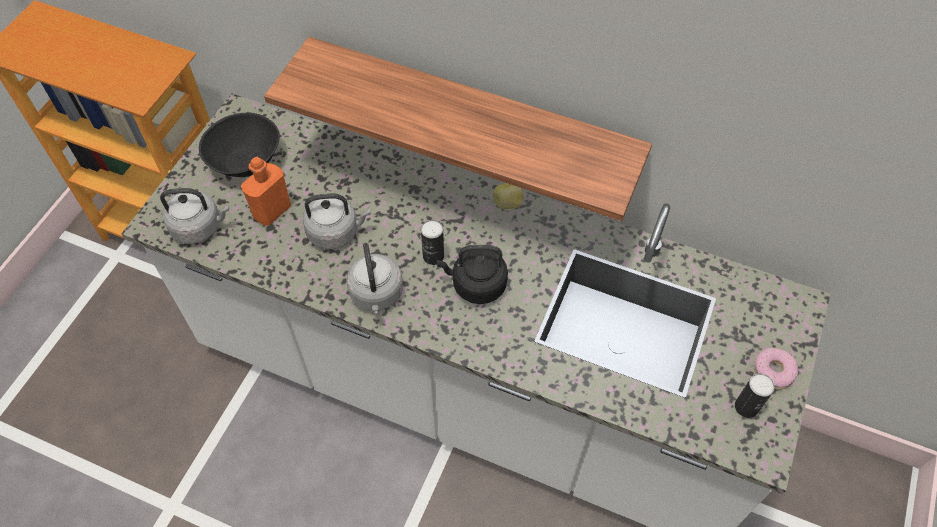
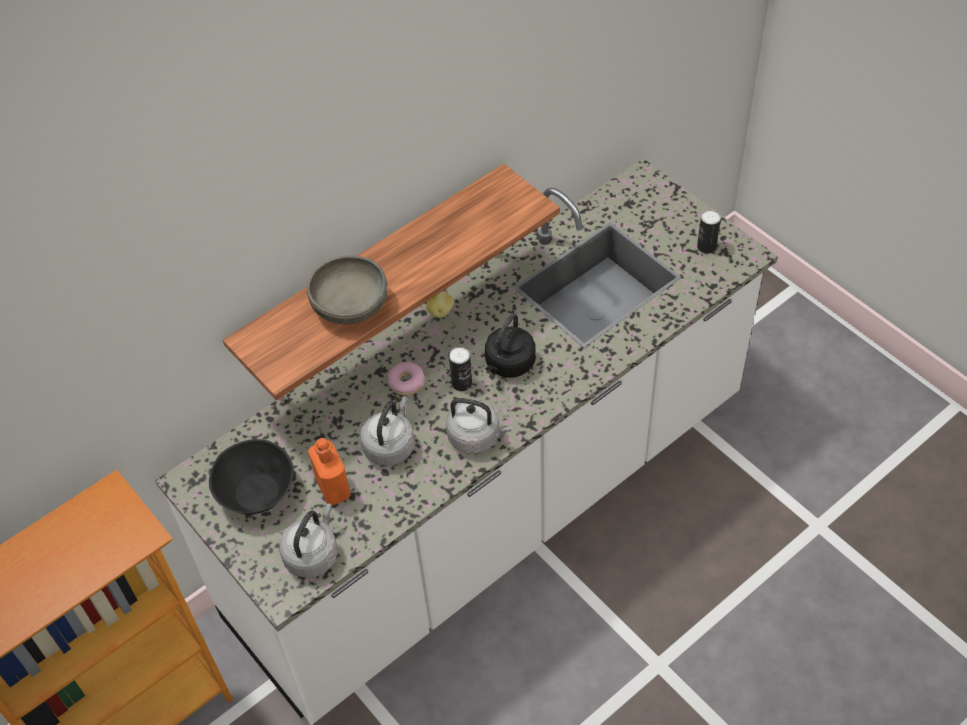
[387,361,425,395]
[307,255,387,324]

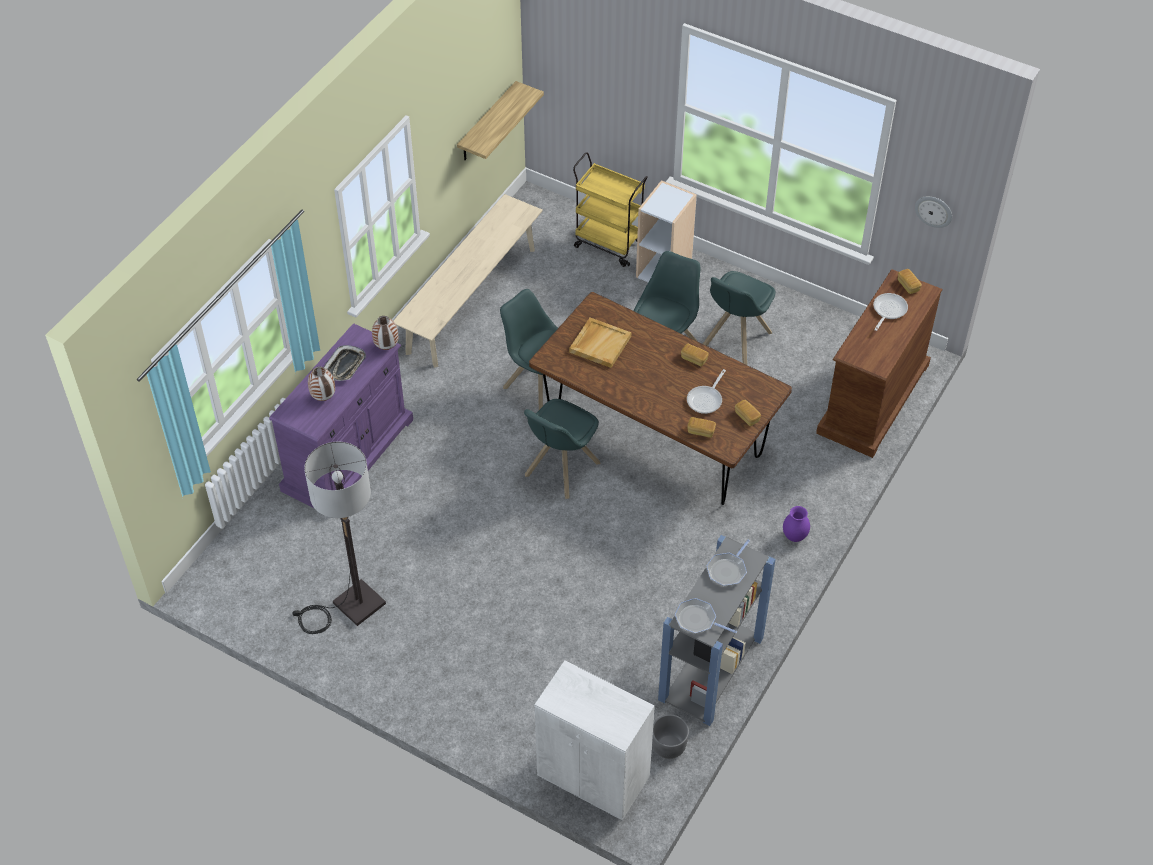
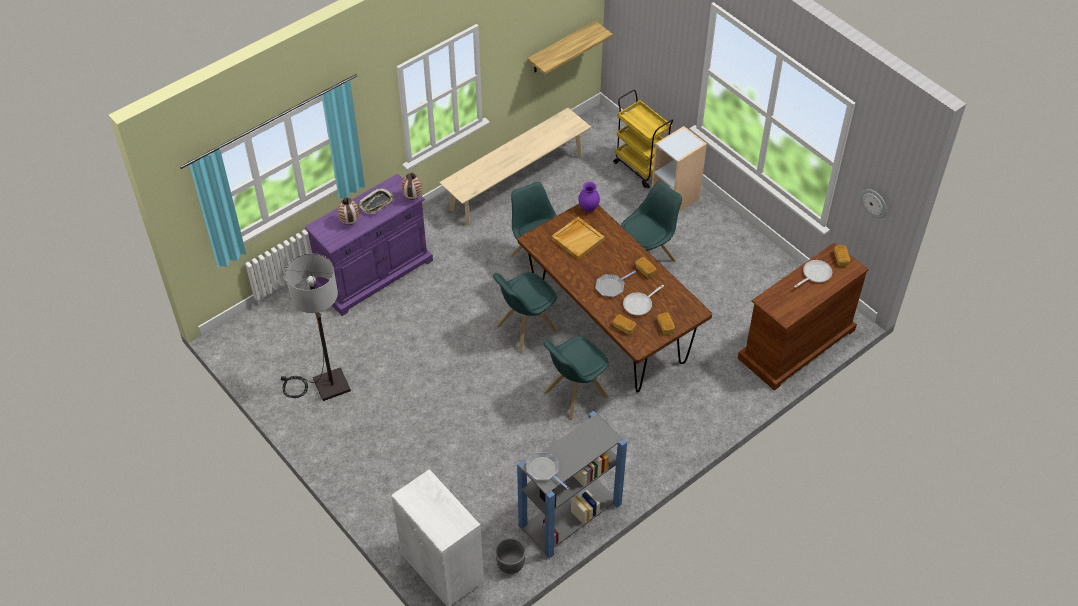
[544,336,609,420]
[596,271,636,297]
[579,182,600,212]

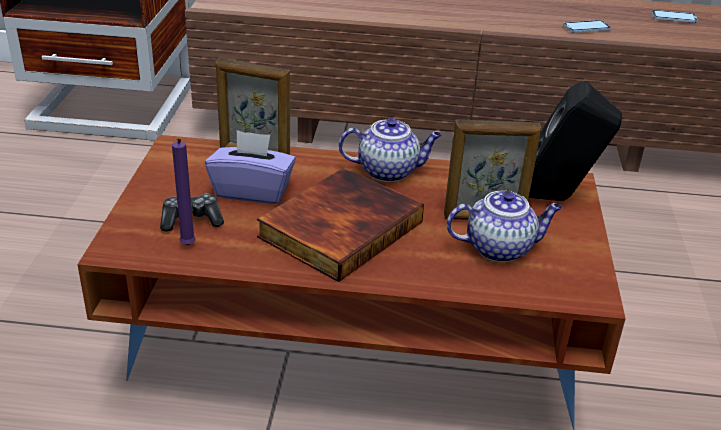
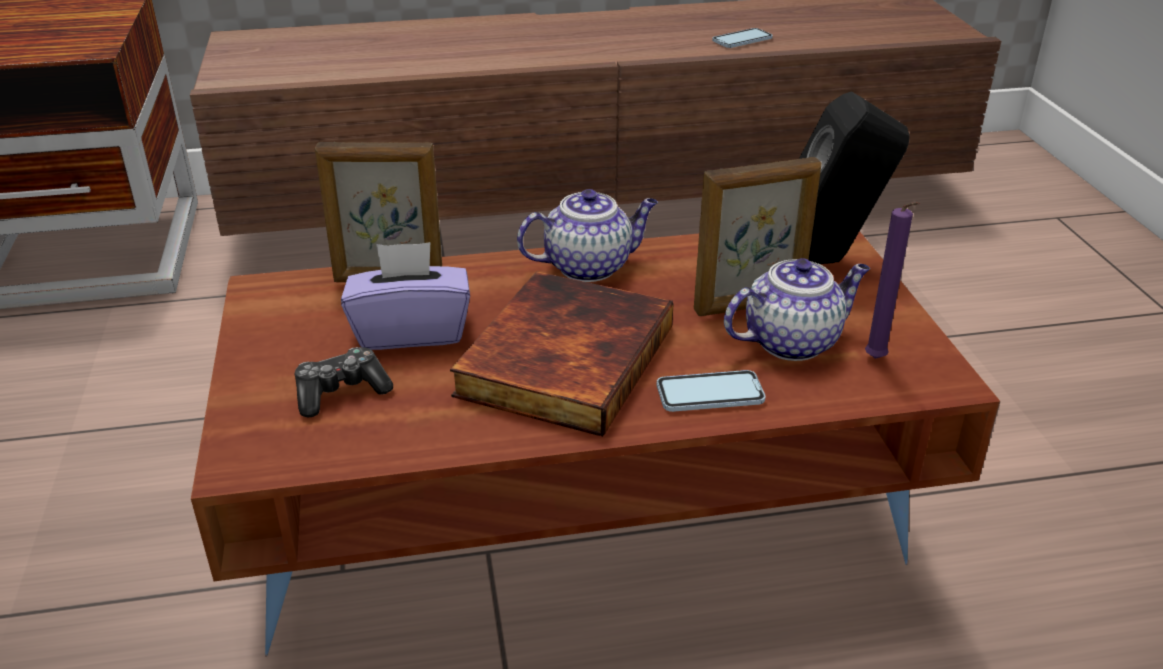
[865,202,920,359]
[656,370,766,412]

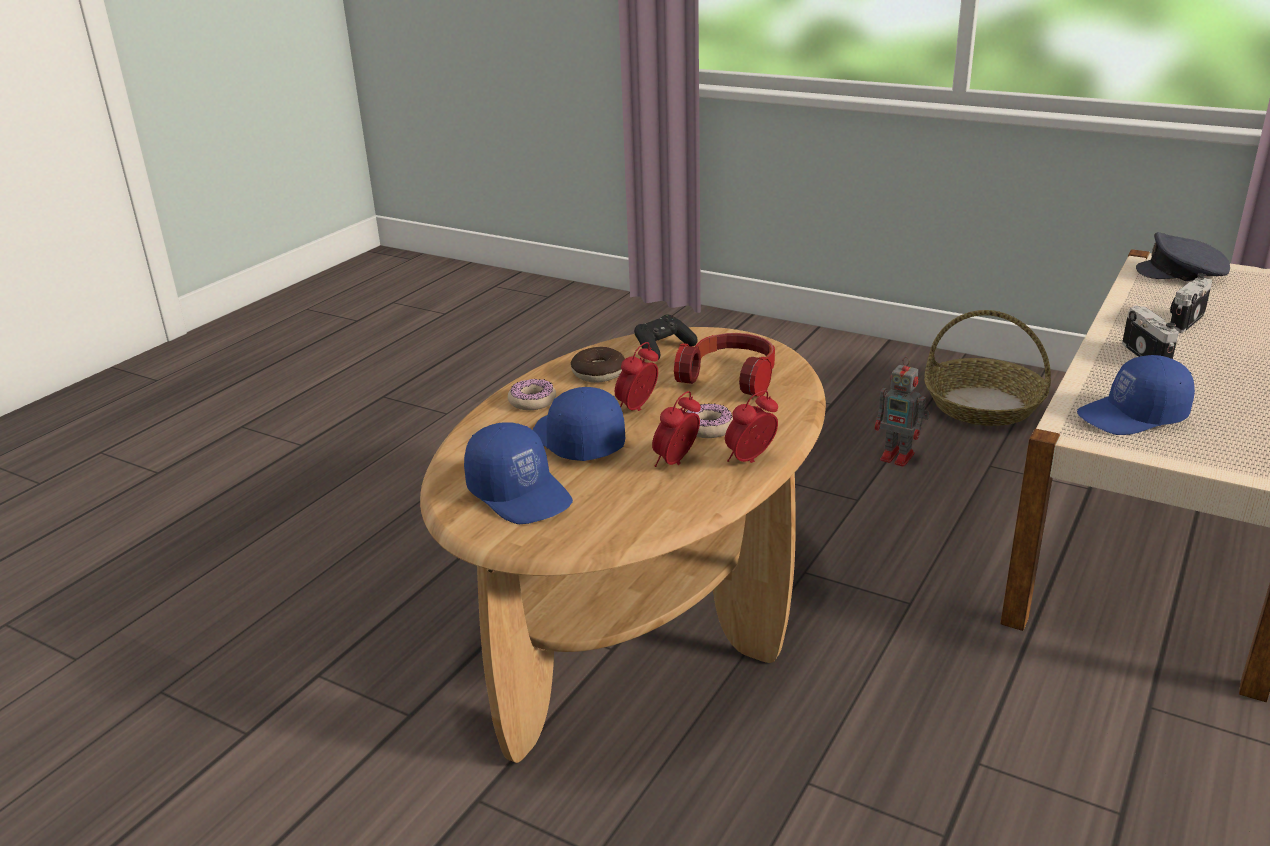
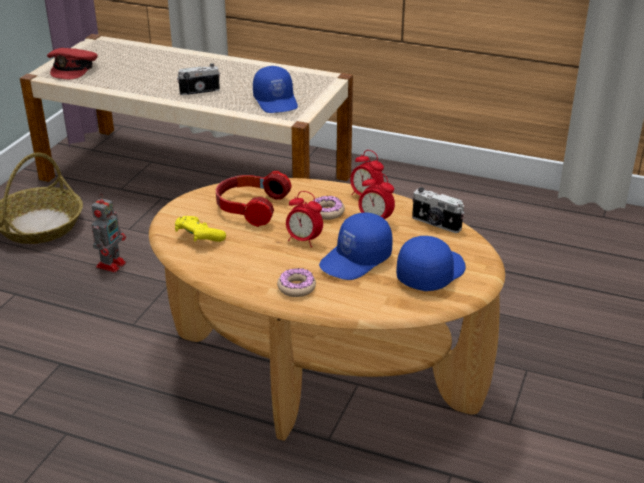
[571,347,625,383] (first image)
[175,216,226,242]
[47,48,98,79]
[412,187,464,233]

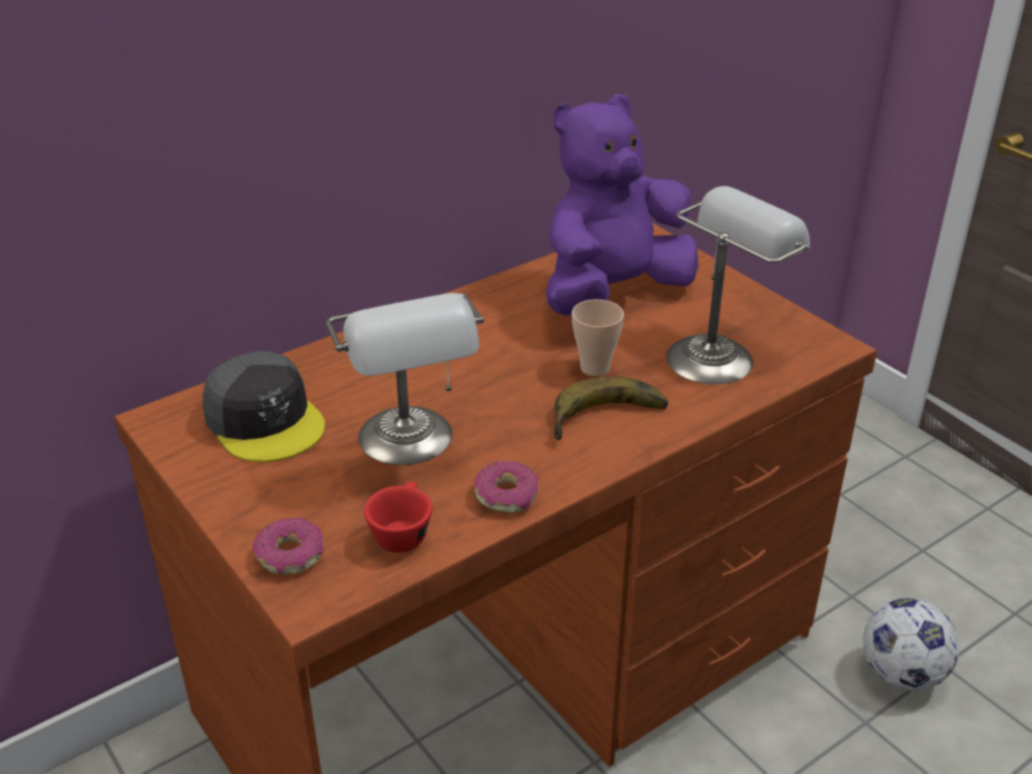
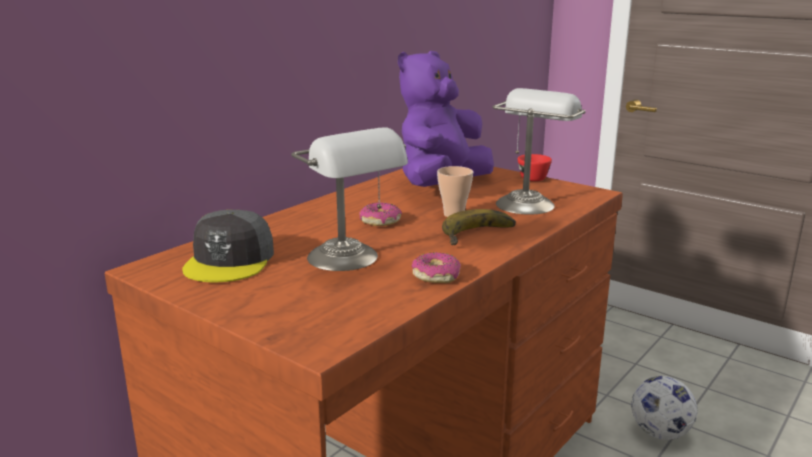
[182,210,274,282]
[359,202,402,226]
[518,154,552,181]

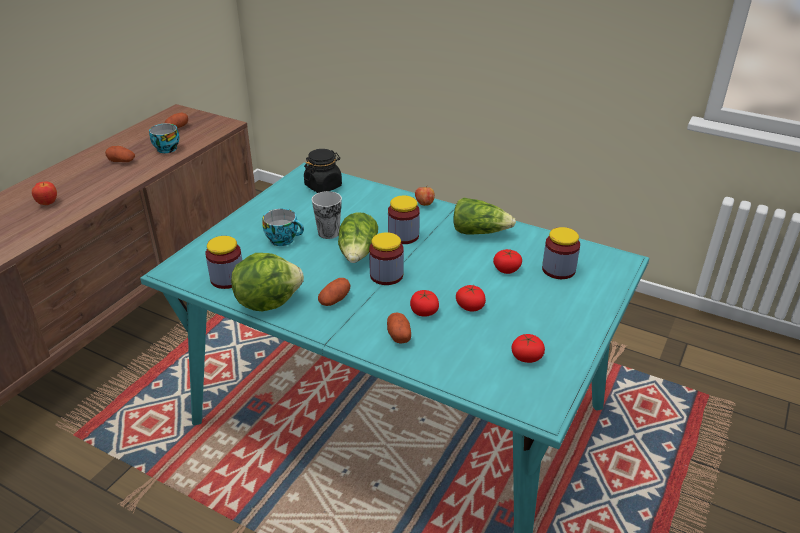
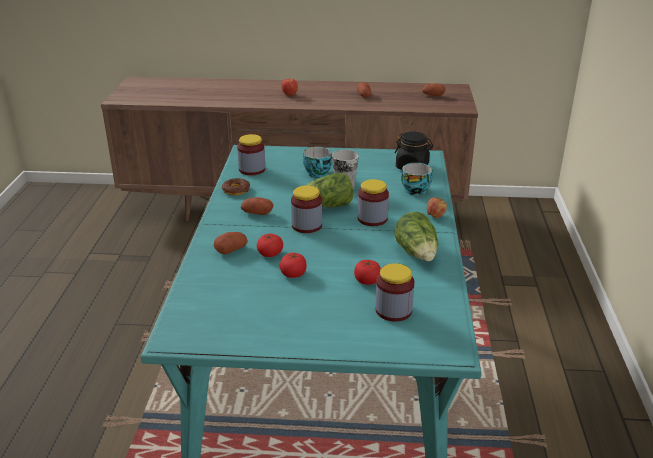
[401,163,433,195]
[221,178,250,195]
[512,334,545,363] (first image)

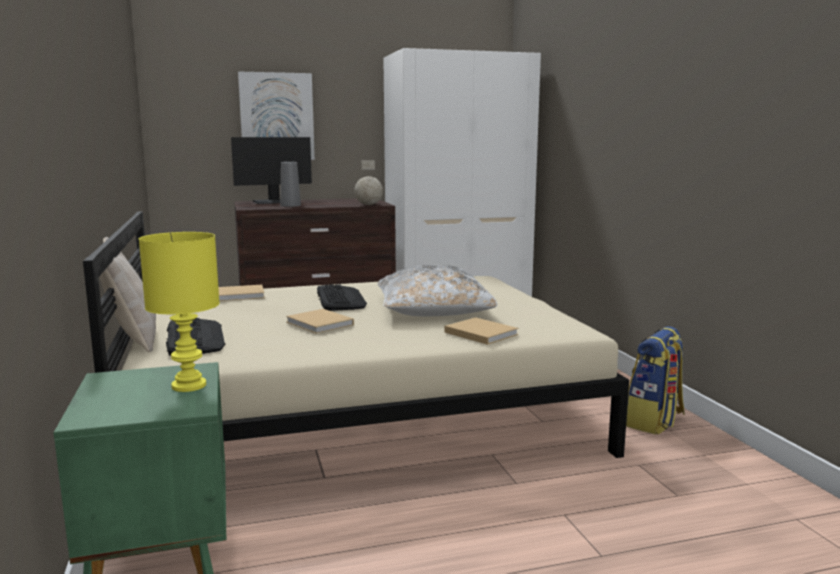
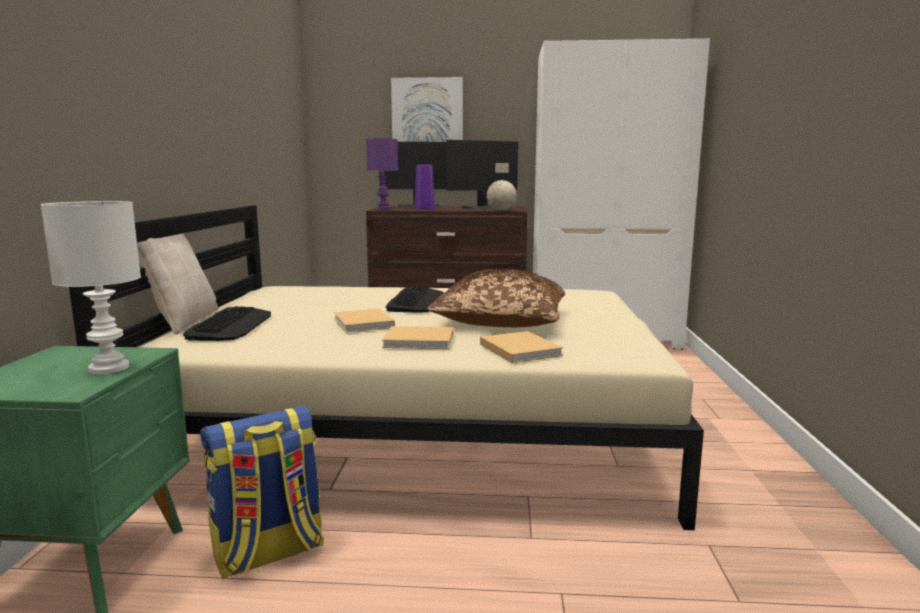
[41,201,141,374]
[382,326,453,349]
[415,165,435,210]
[428,269,565,327]
[200,406,324,579]
[366,138,398,209]
[447,140,518,210]

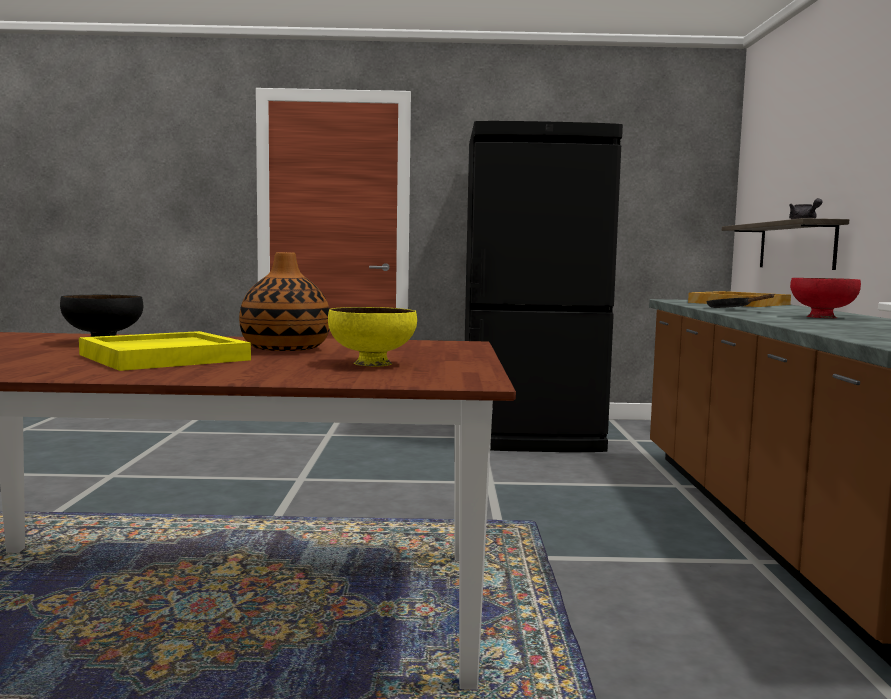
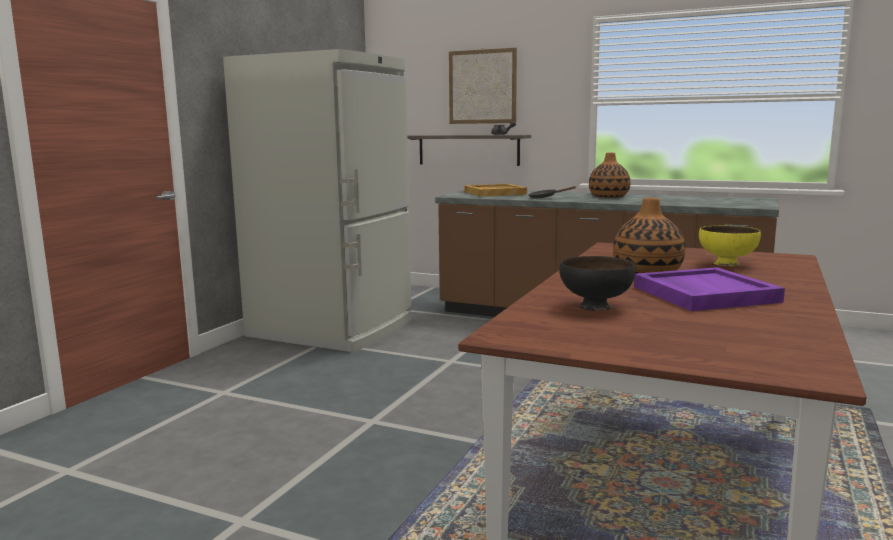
[634,267,785,311]
[223,49,411,352]
[589,153,630,198]
[449,48,517,124]

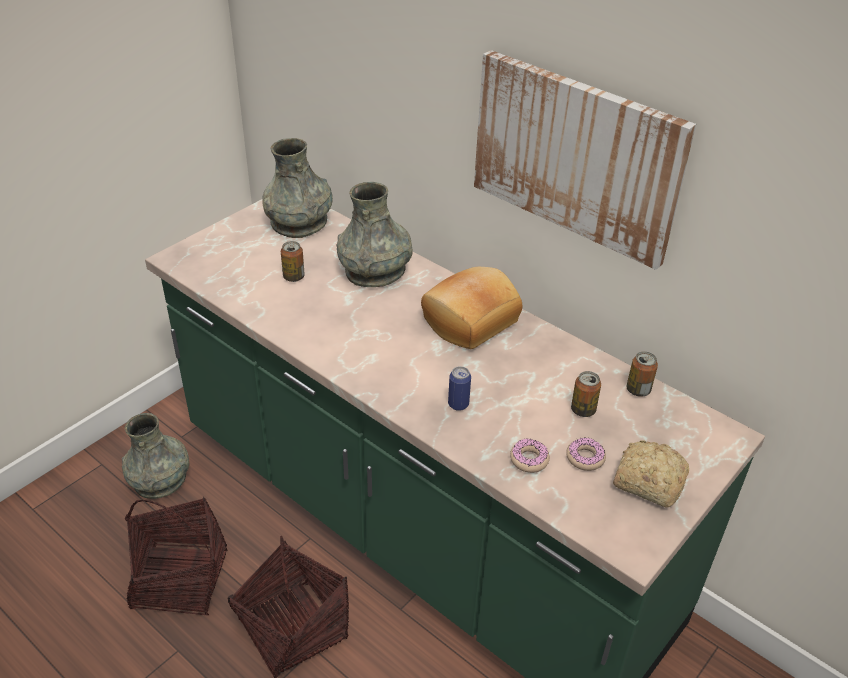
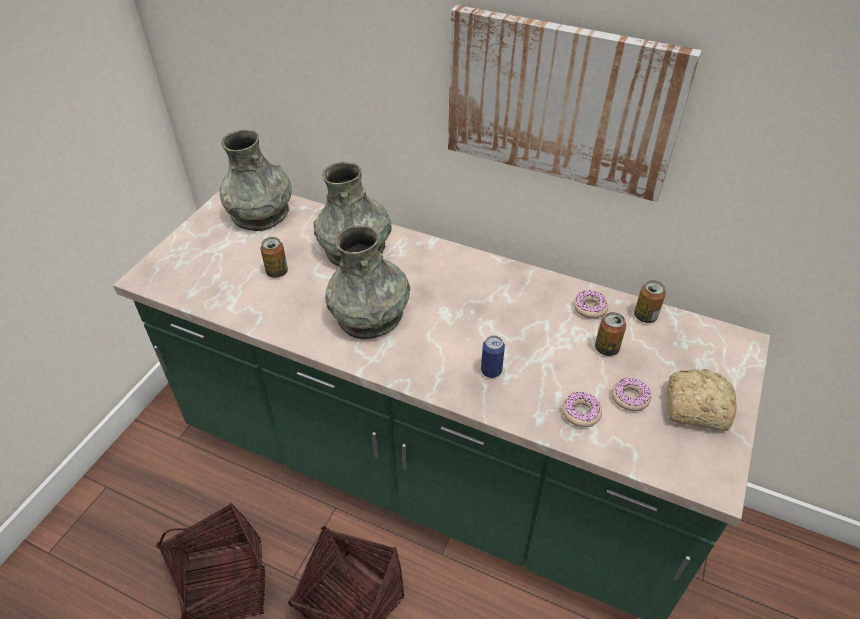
[325,225,410,339]
[421,267,522,349] (first image)
[574,291,608,319]

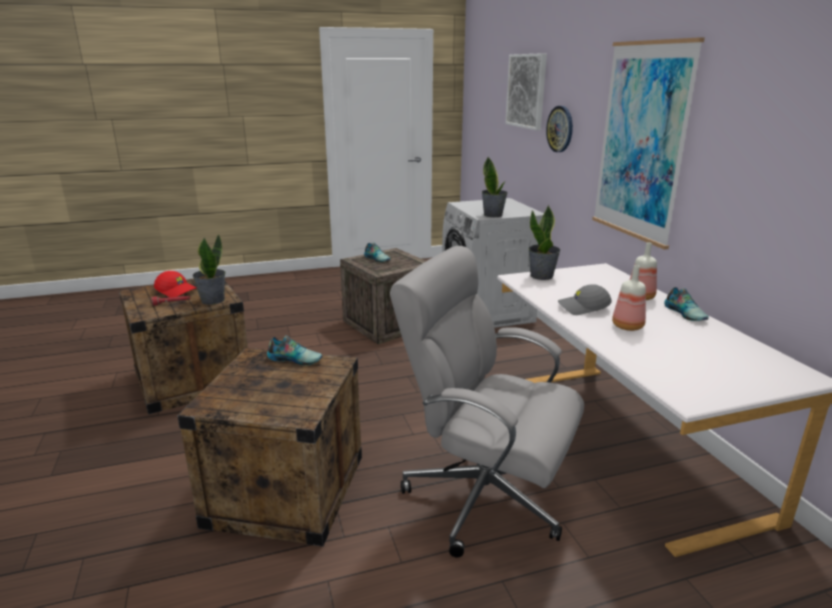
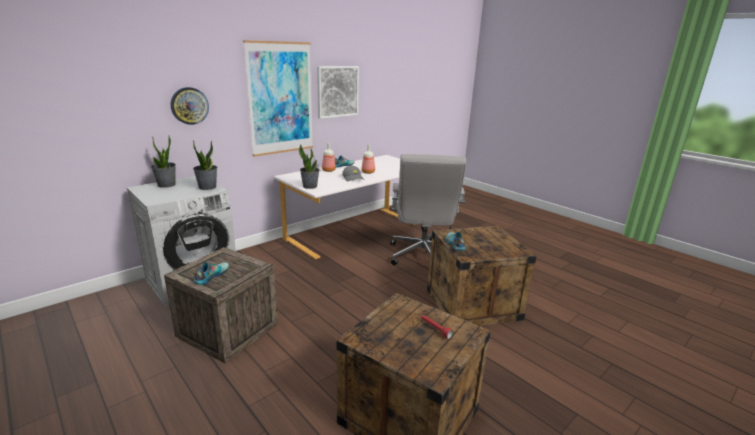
[154,271,197,298] (first image)
[151,136,176,188]
[317,66,359,119]

